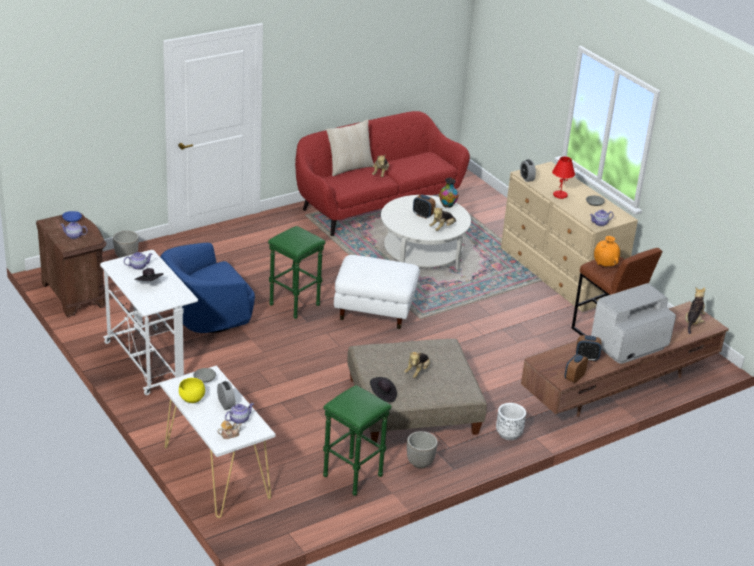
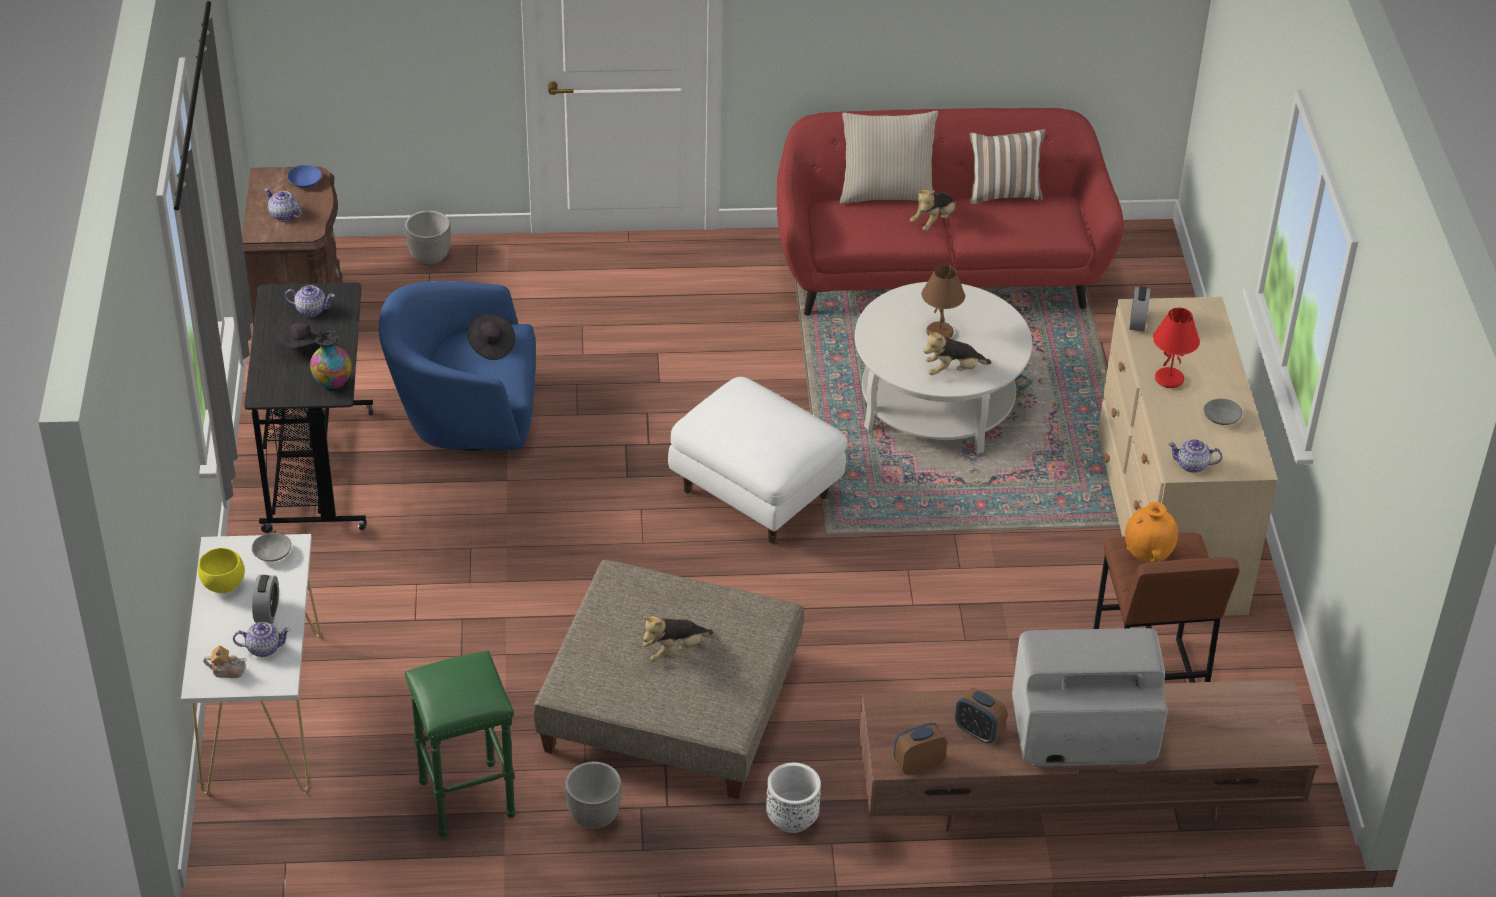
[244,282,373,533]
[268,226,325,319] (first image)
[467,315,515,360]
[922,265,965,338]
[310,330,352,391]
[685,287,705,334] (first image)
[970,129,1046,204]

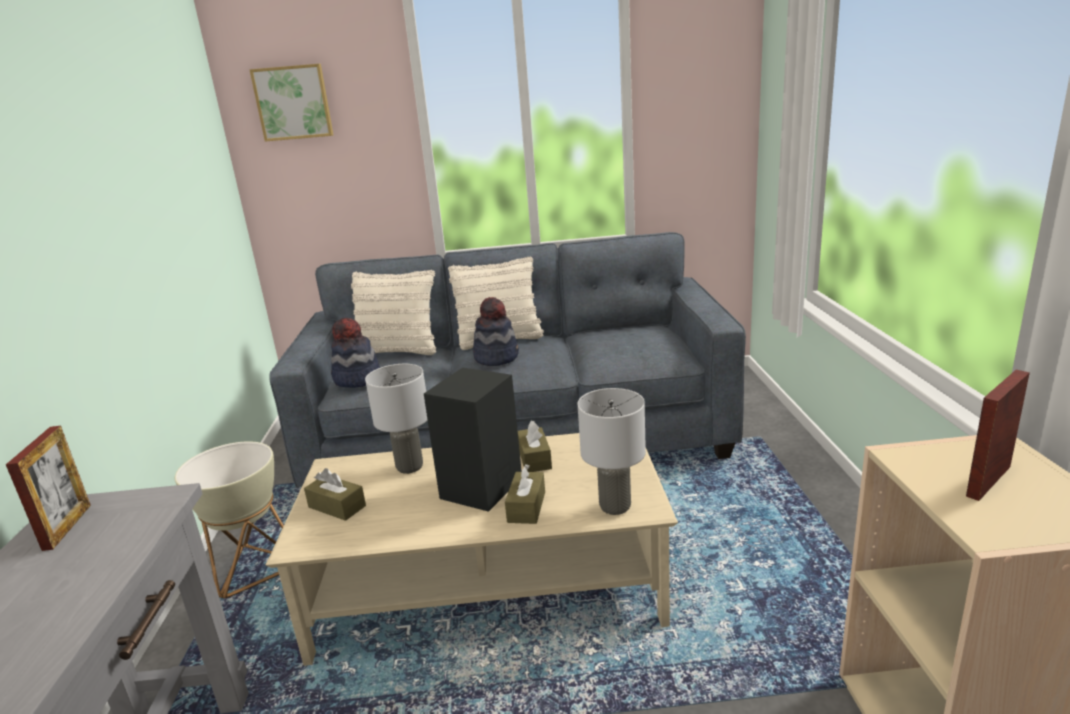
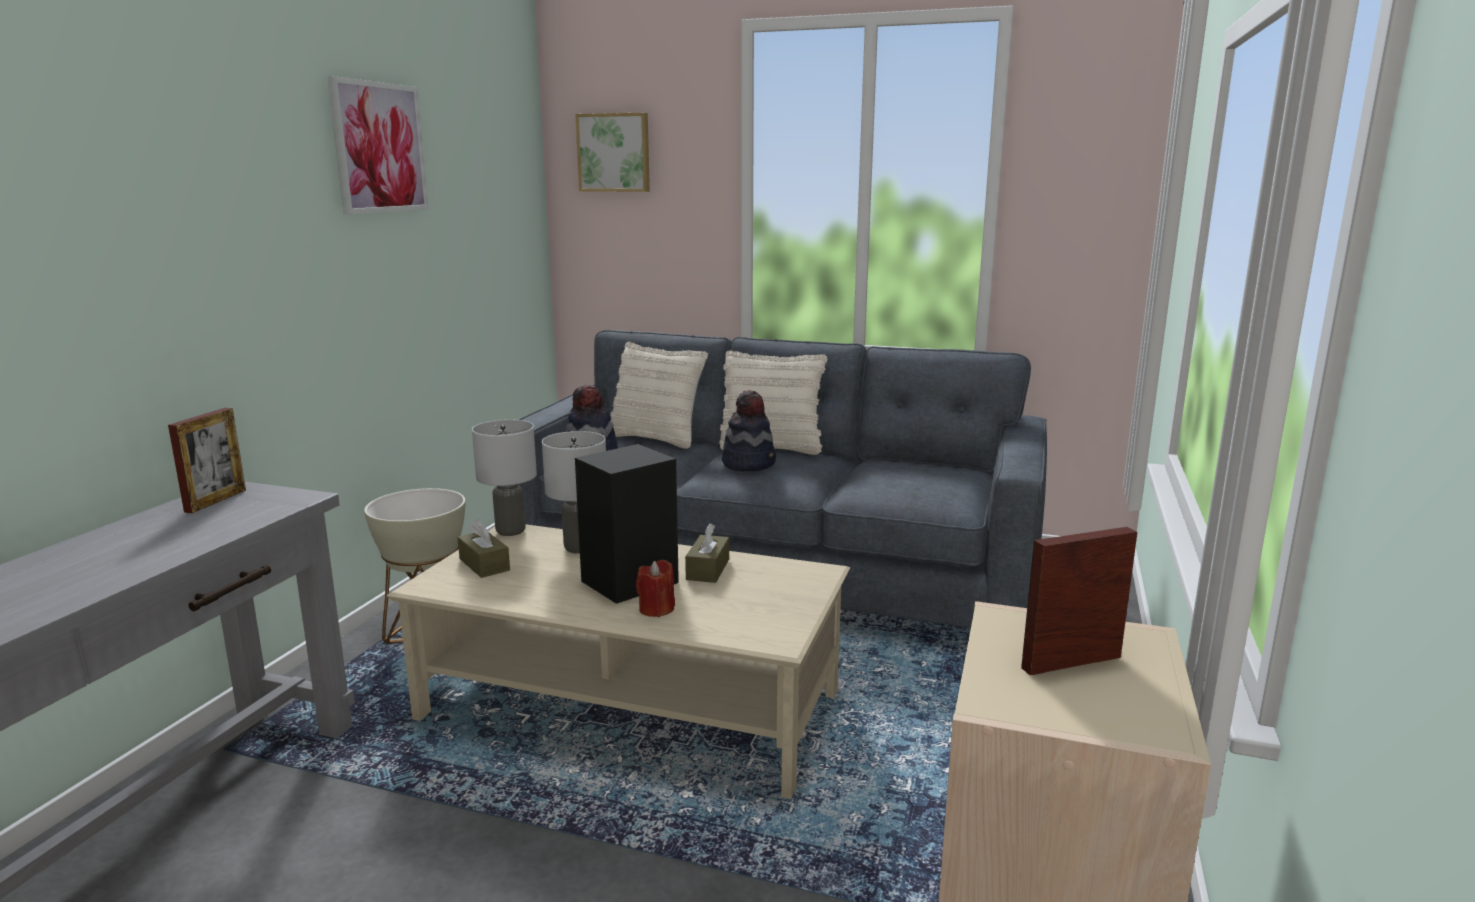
[636,560,675,617]
[472,419,537,536]
[327,76,429,215]

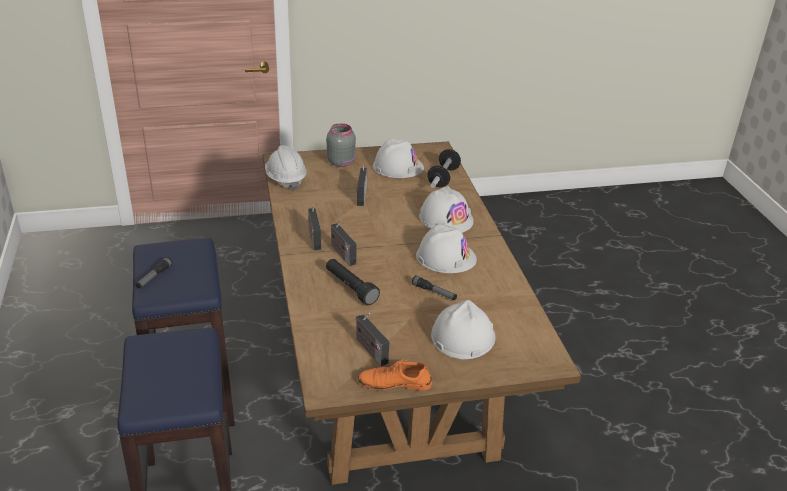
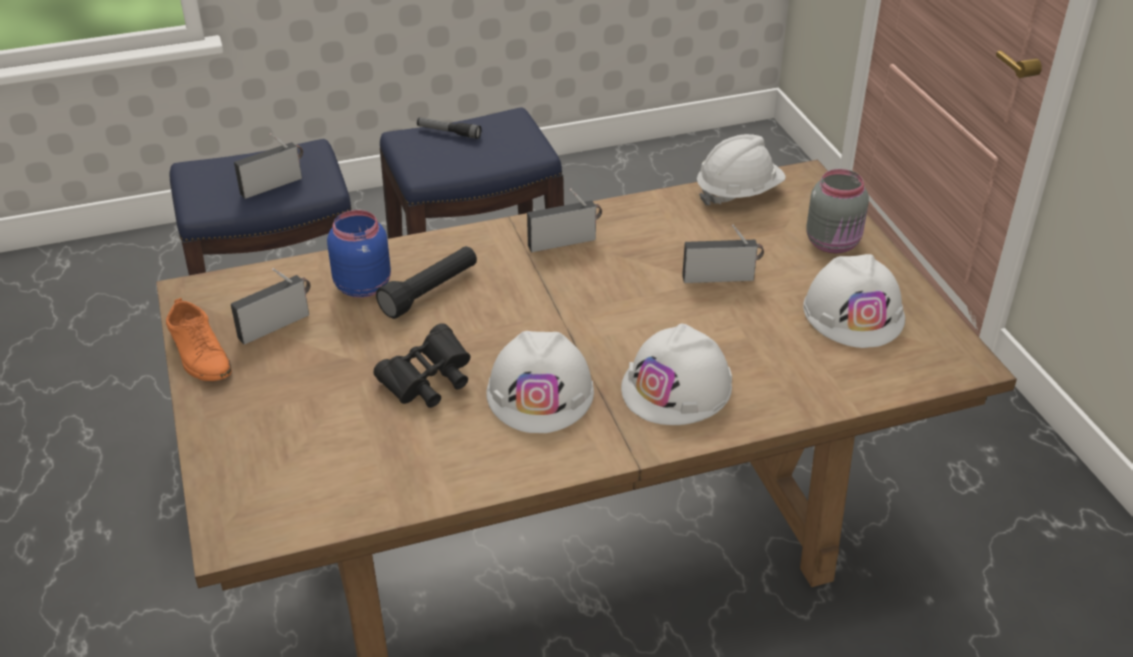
[234,133,303,199]
[166,298,232,381]
[373,323,470,408]
[427,149,461,188] (first image)
[431,300,495,359] (first image)
[327,210,391,298]

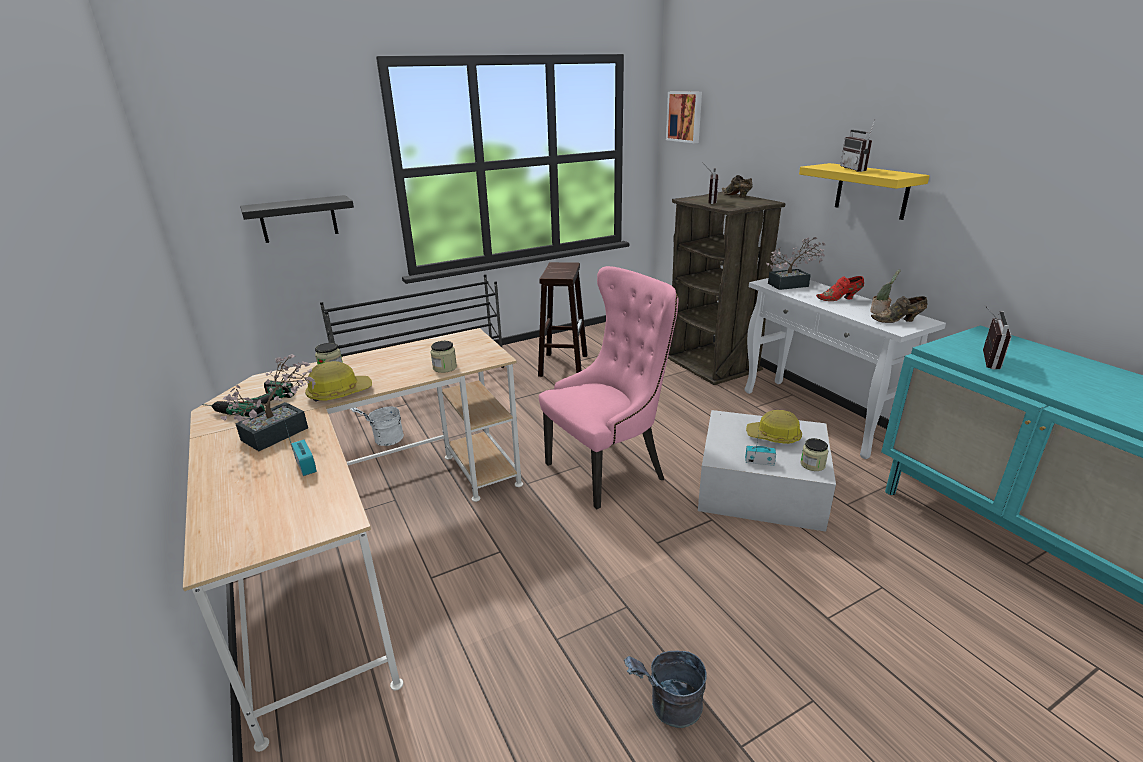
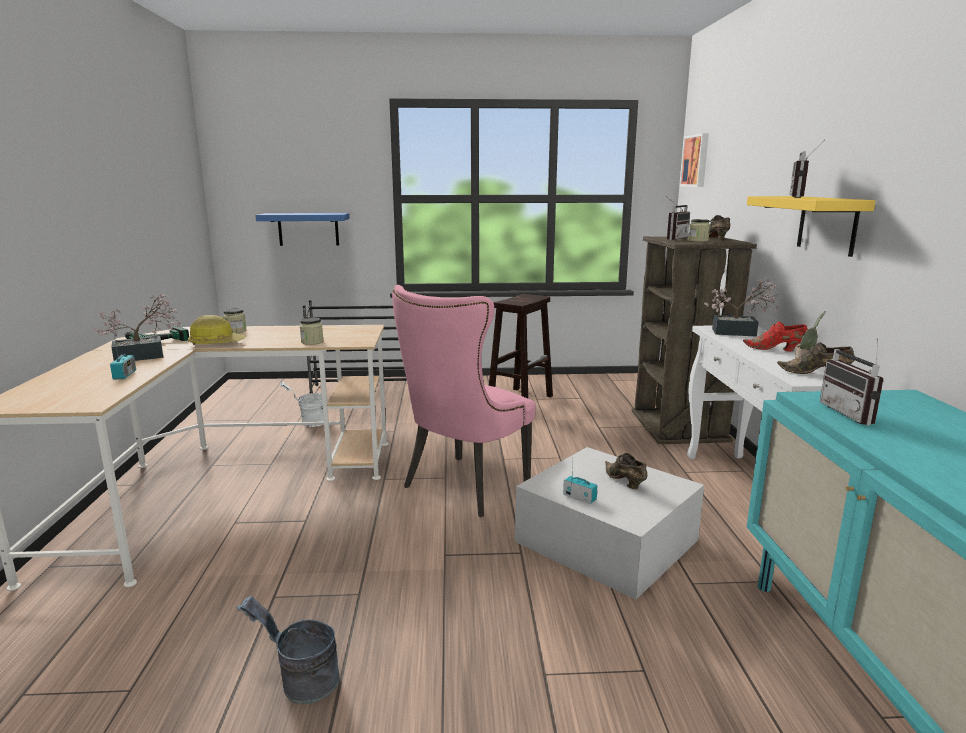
[255,213,349,246]
[392,285,536,517]
[605,453,648,489]
[688,219,710,242]
[820,339,884,425]

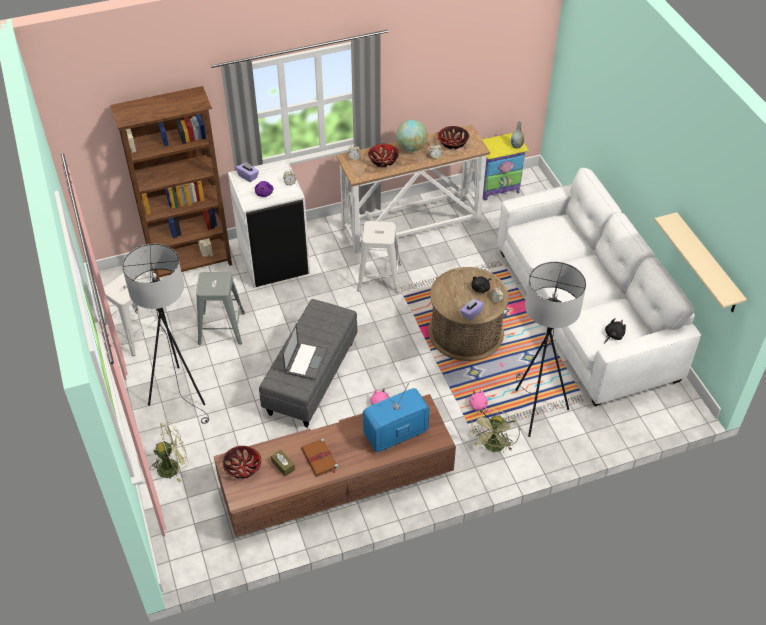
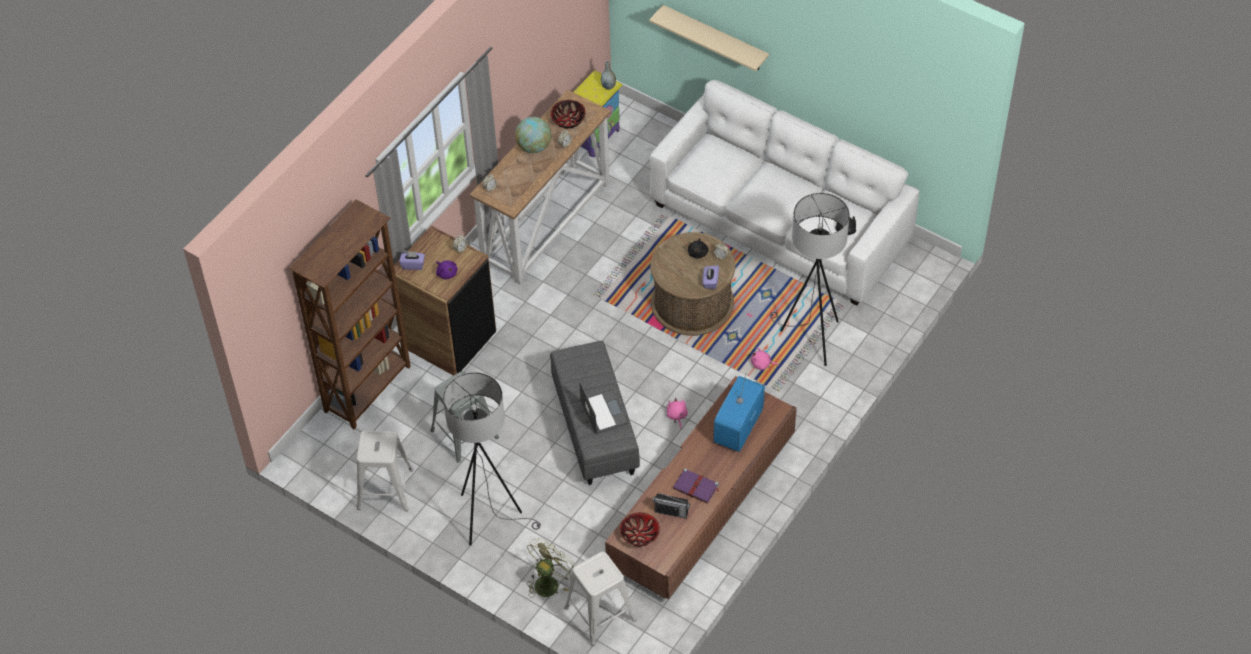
[394,226,496,376]
[652,492,690,519]
[673,468,719,503]
[564,552,636,646]
[368,144,399,167] (first image)
[470,409,520,452] (first image)
[649,5,769,71]

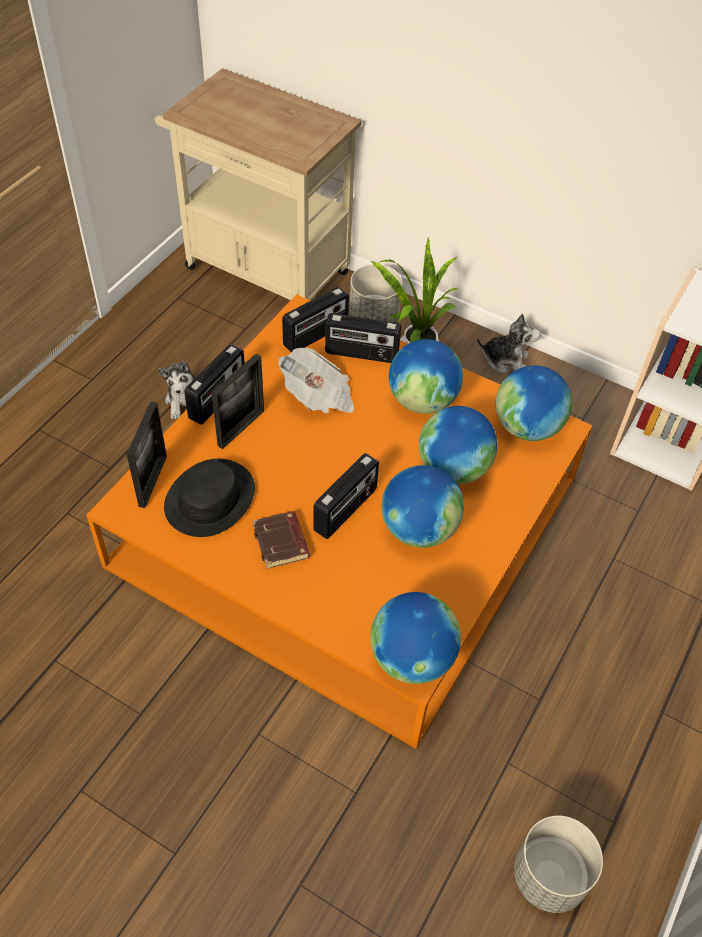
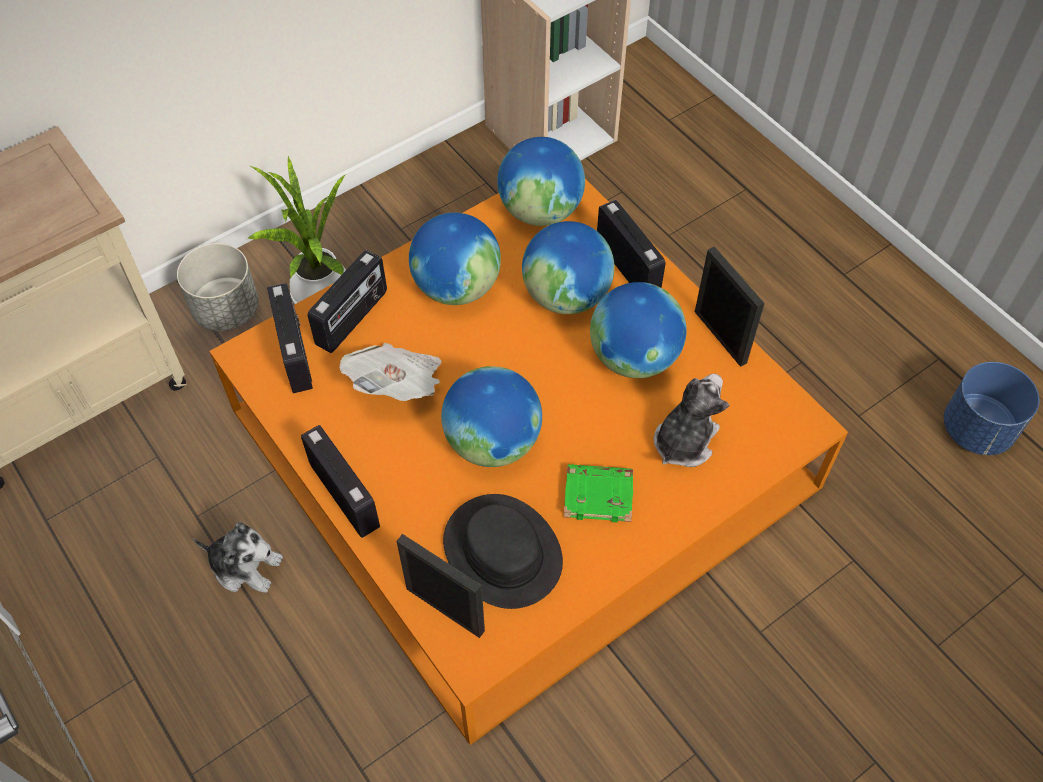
[695,246,765,367]
[564,464,633,523]
[597,200,665,288]
[441,366,542,467]
[654,374,730,467]
[944,362,1040,455]

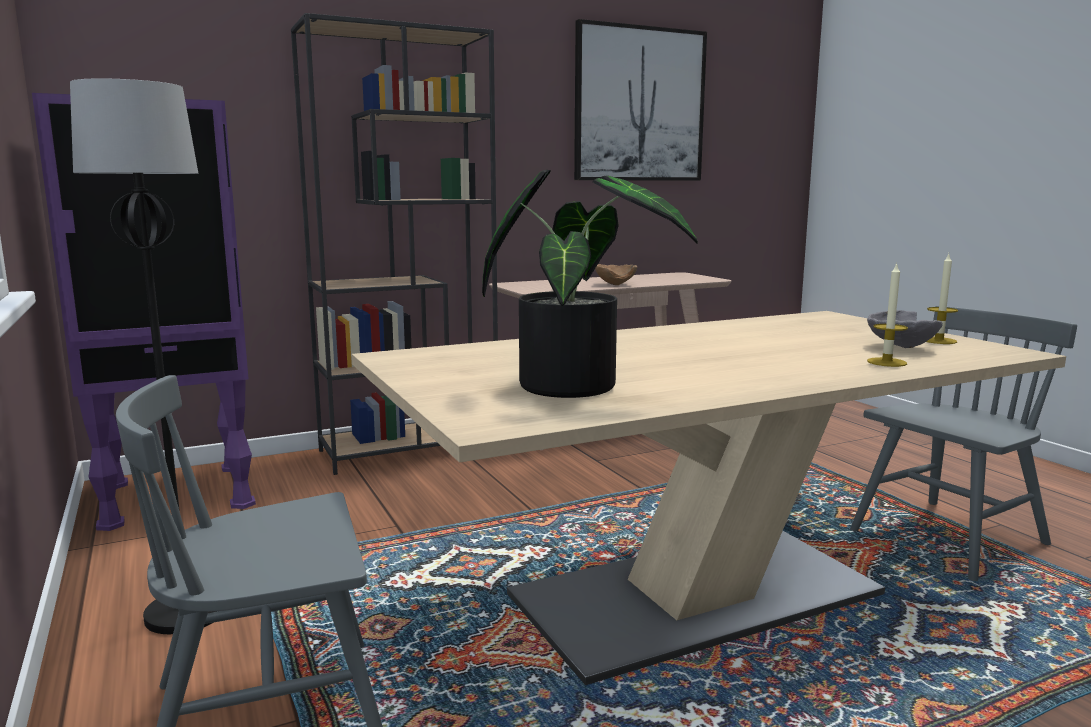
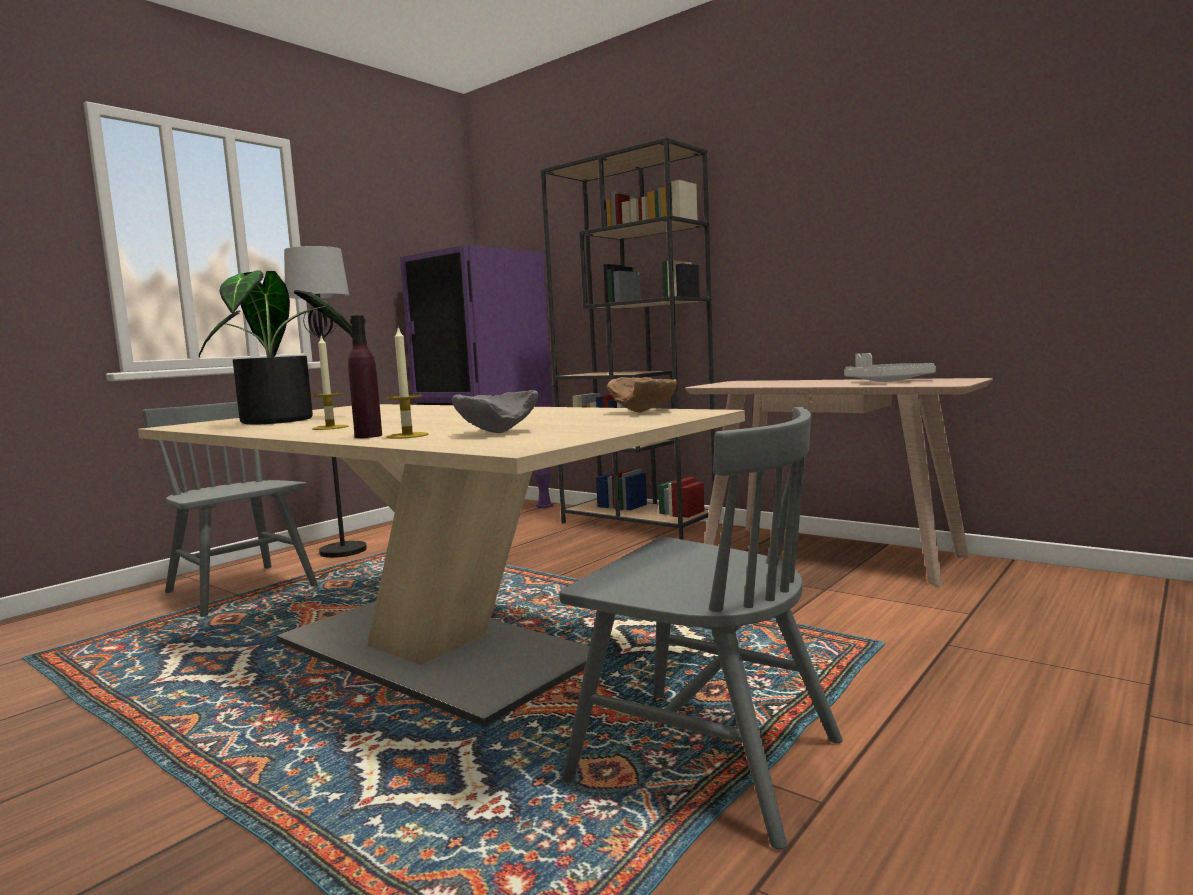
[574,19,707,181] (first image)
[607,377,677,413]
[312,336,349,430]
[348,315,382,438]
[844,353,936,382]

